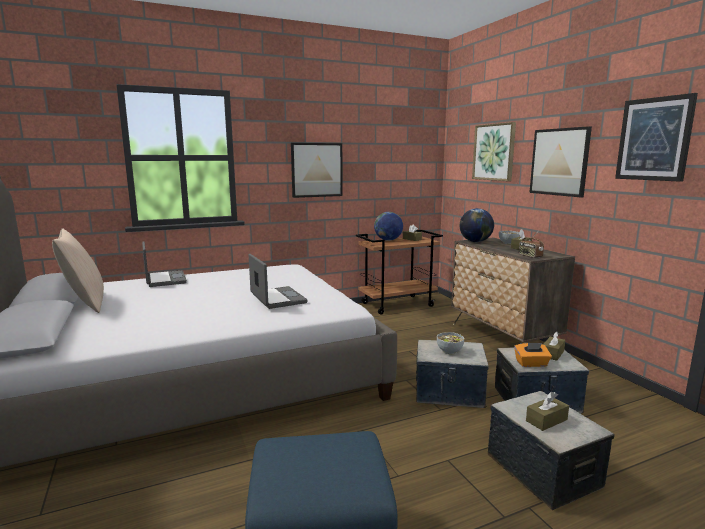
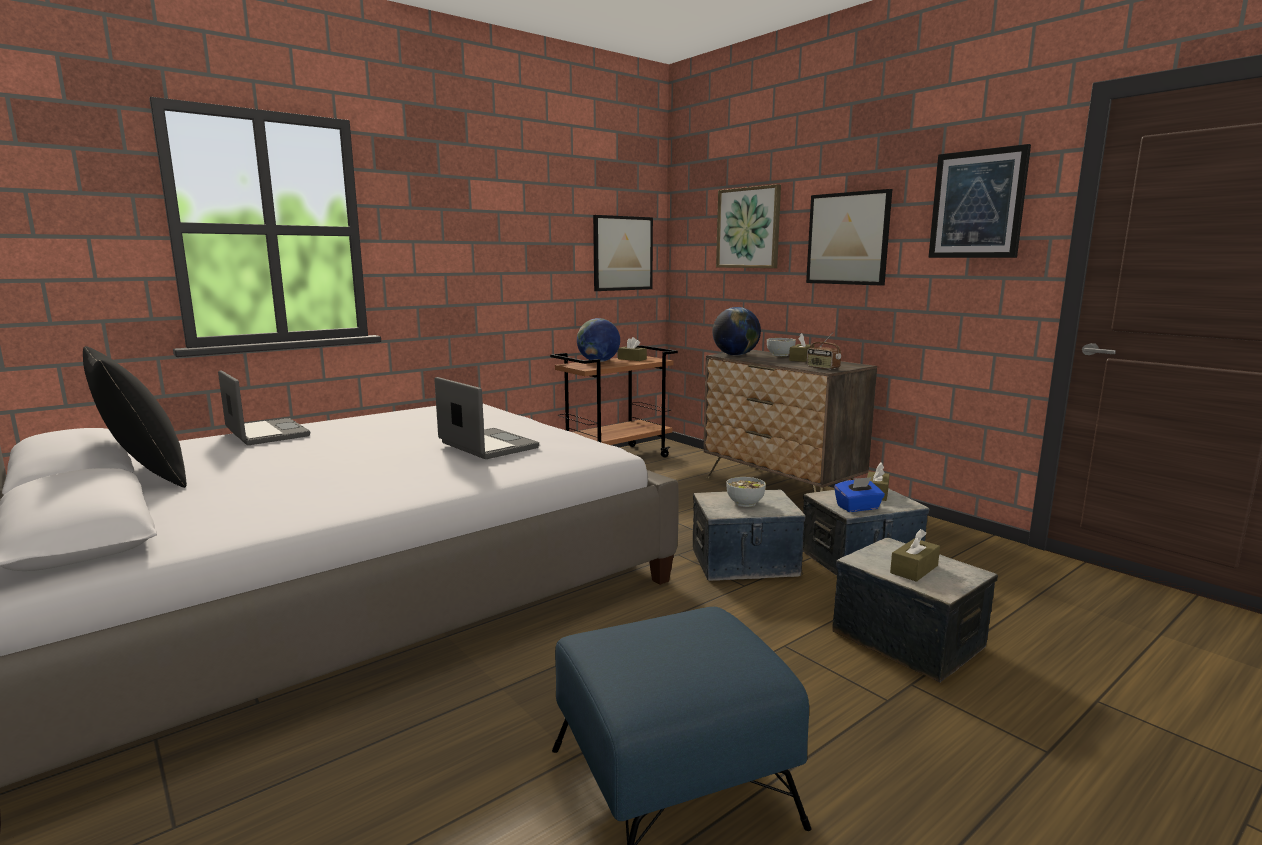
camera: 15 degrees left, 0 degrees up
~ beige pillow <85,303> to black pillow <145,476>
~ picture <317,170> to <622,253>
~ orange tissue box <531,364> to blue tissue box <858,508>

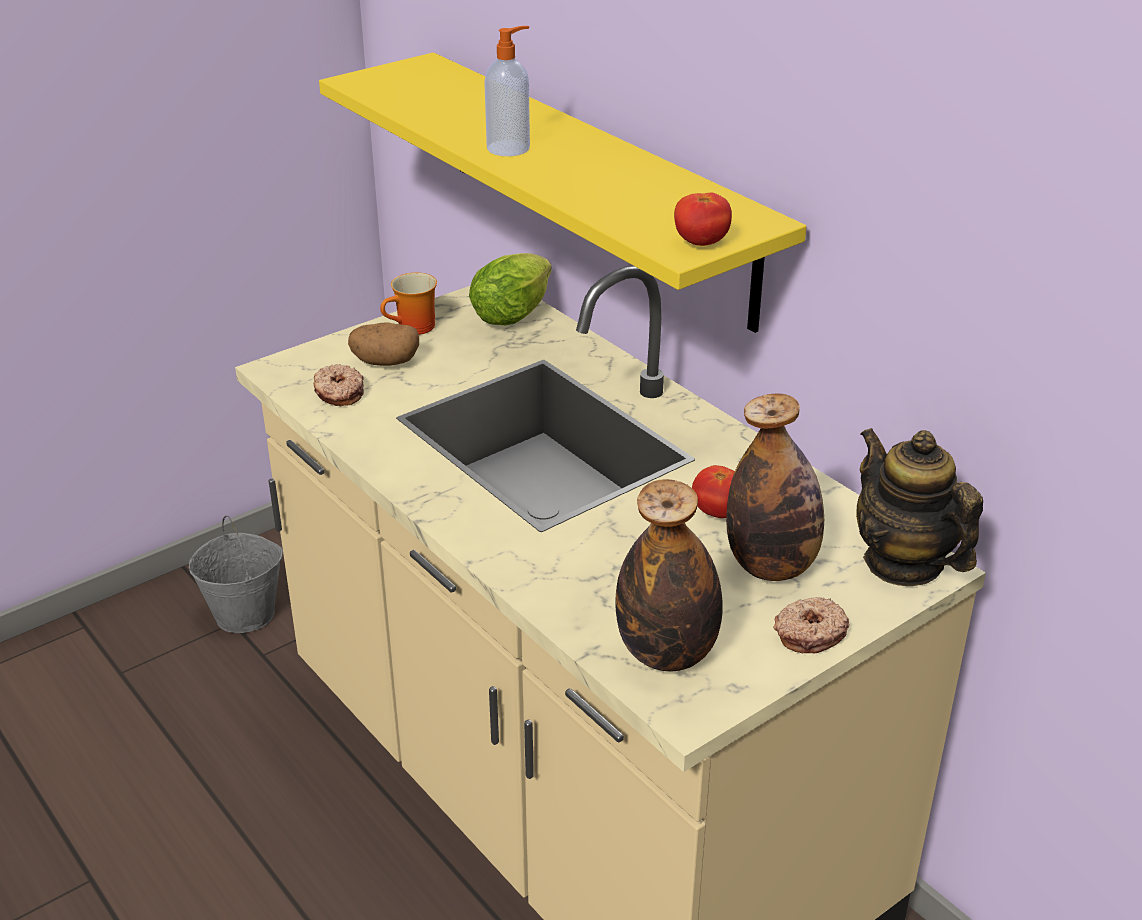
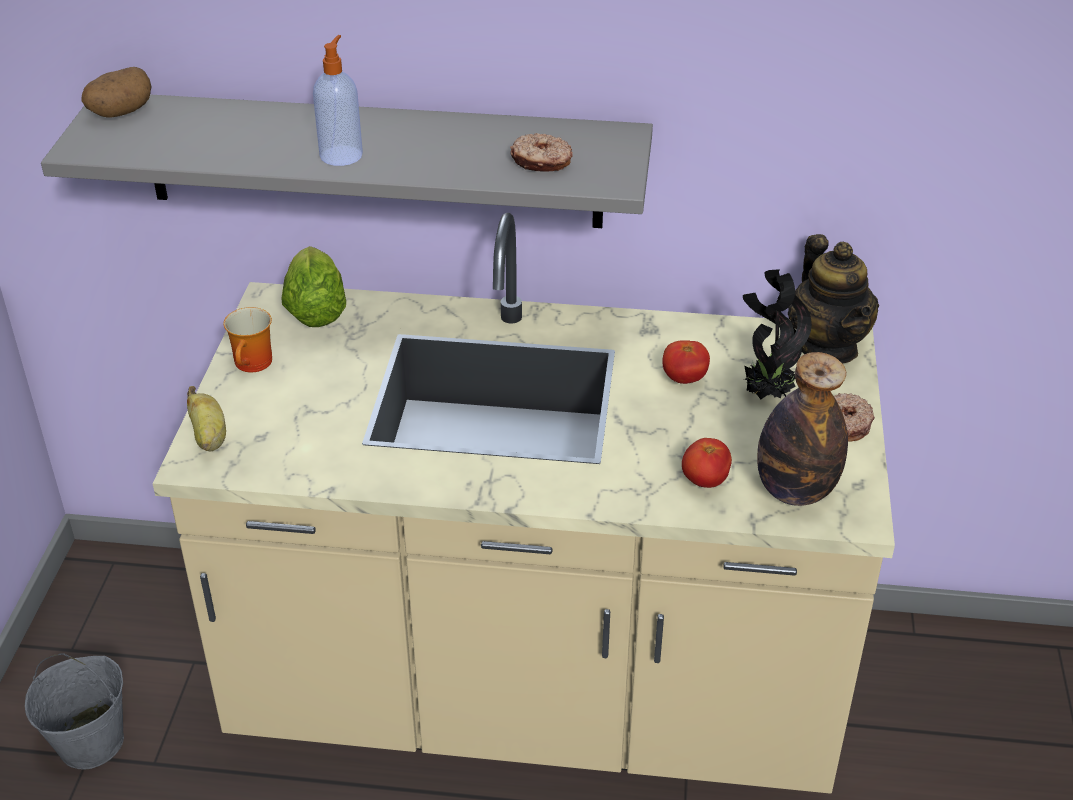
camera: 45 degrees left, 5 degrees up
~ donut <338,393> to <541,162>
~ yellow shelf <594,185> to grey shelf <373,160>
~ potato <385,362> to <120,113>
~ tomato <701,243> to <704,481>
~ bottle <771,566> to potted plant <765,395>
~ teapot <903,563> = <827,346> 120 degrees counterclockwise
+ banana <209,437>

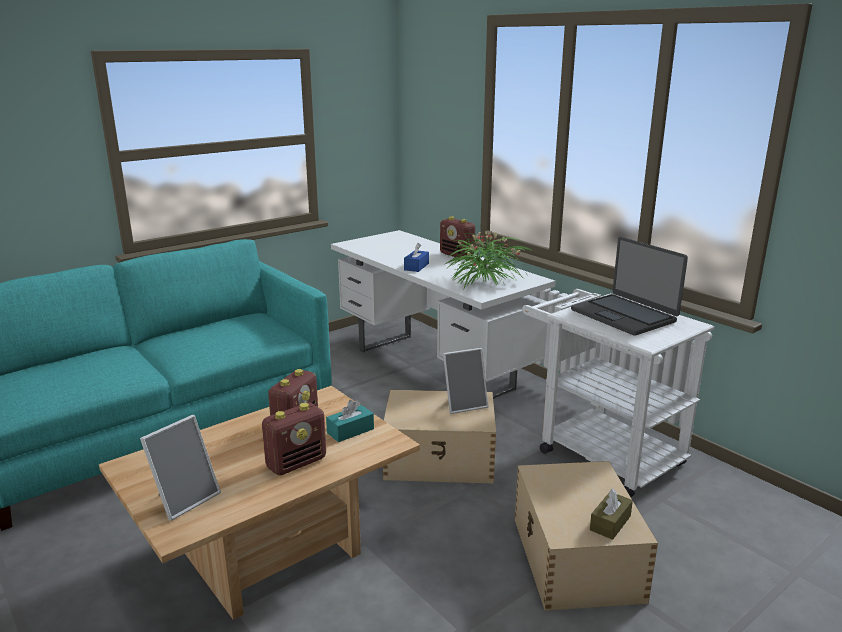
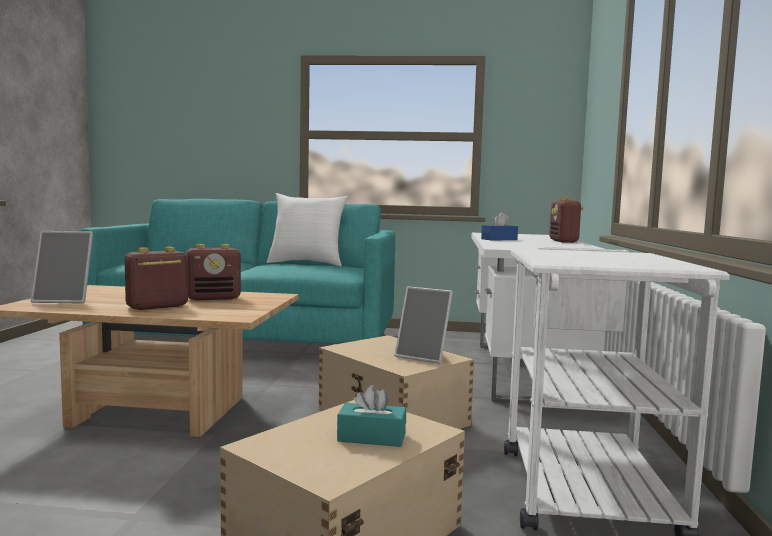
camera: 45 degrees right, 15 degrees down
~ radio <297,463> = <156,307> 135 degrees clockwise
~ turquoise tissue box <350,431> to <371,437>
- potted plant <484,281>
- laptop <624,315>
- brown tissue box <610,523>
+ white pillow <307,263>

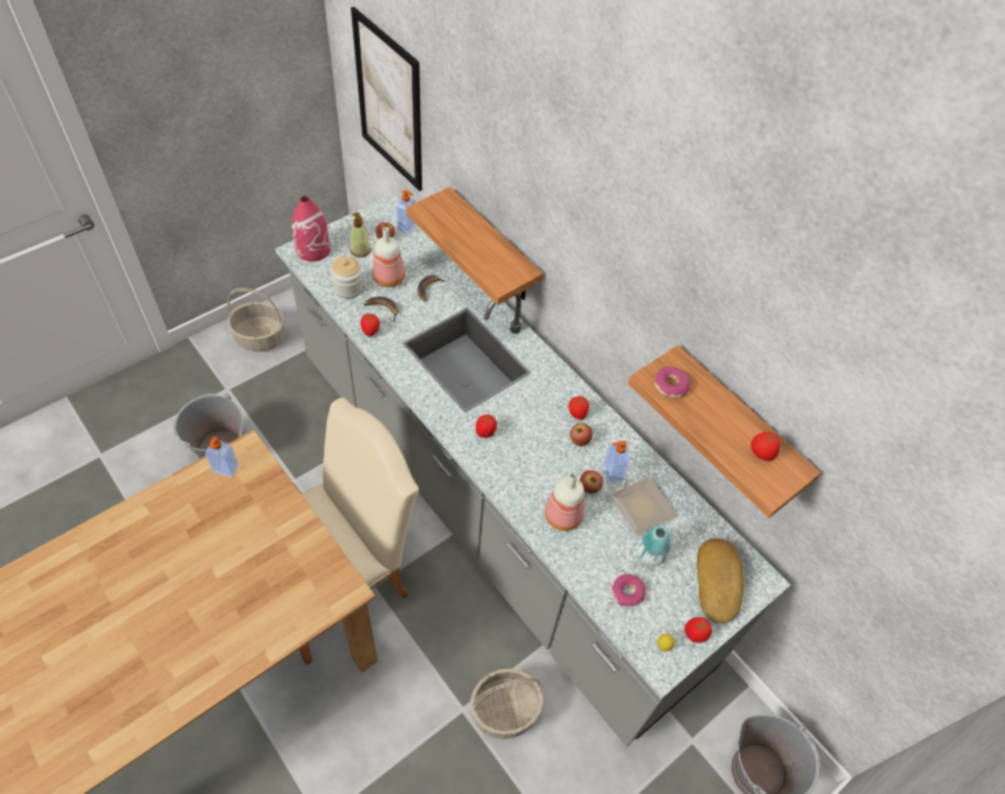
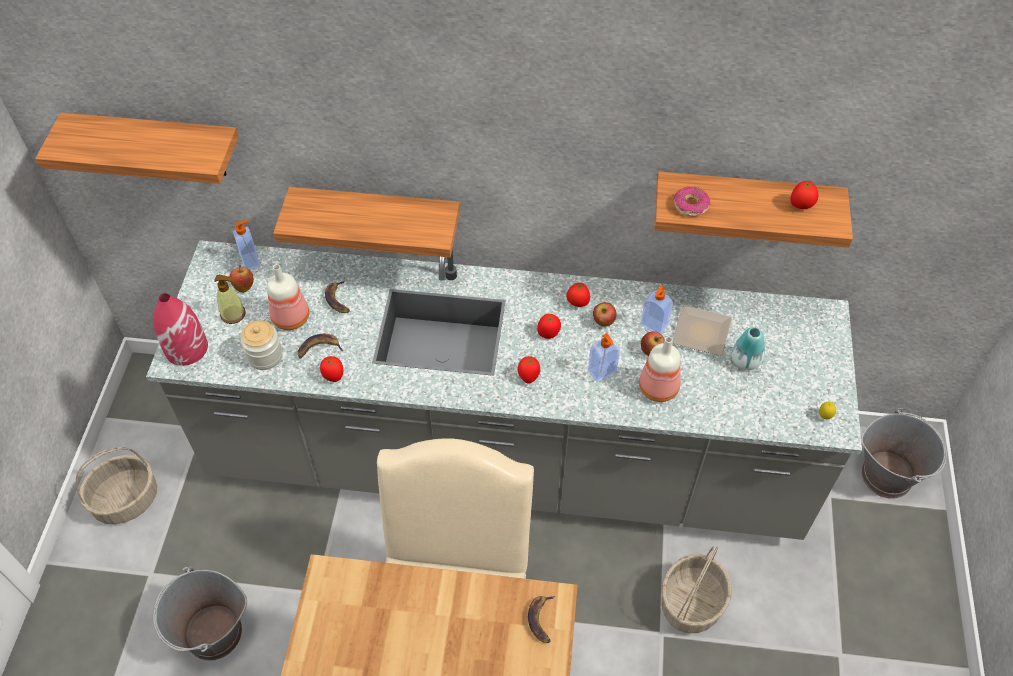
camera: 40 degrees left, 0 degrees up
~ soap dispenser <225,469> to <602,372>
~ picture <389,102> to shelf <157,144>
- donut <627,593>
~ tomato <694,635> to <548,334>
- bread <719,582>
+ banana <541,619>

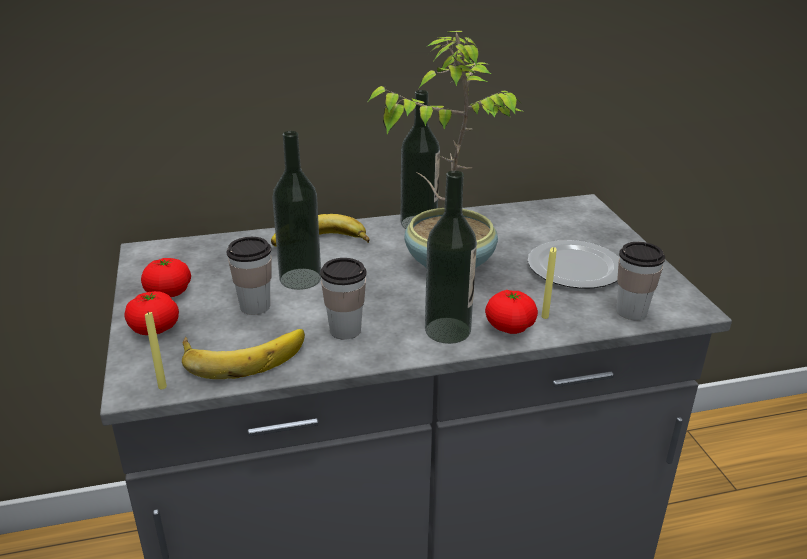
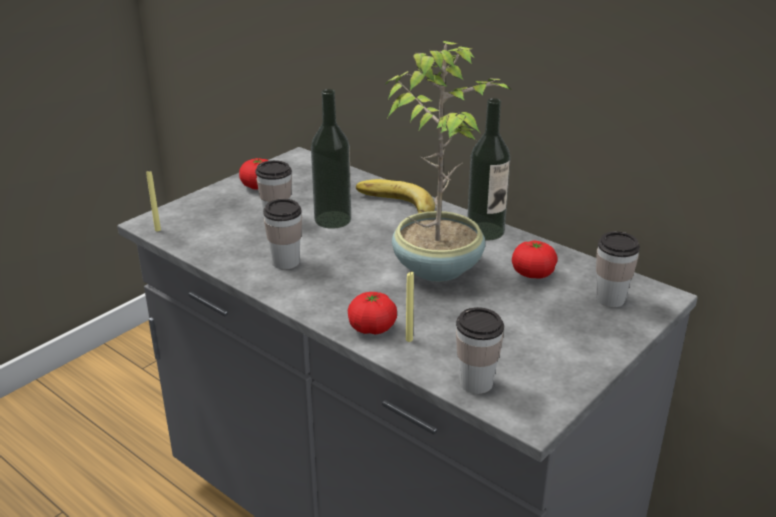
camera: 55 degrees right, 0 degrees up
~ tomato <154,328> to <533,273>
- banana <243,354>
- bottle <448,330>
- plate <573,268>
+ cup <610,299>

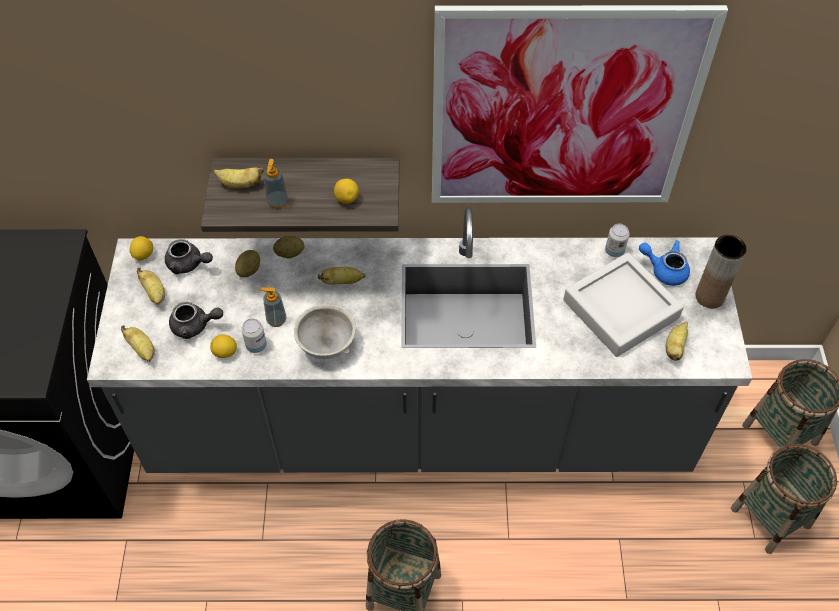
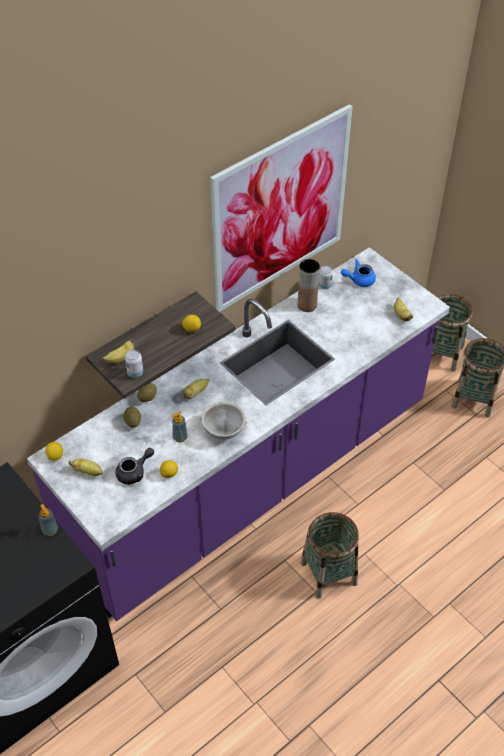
camera: 40 degrees left, 5 degrees down
~ grey counter <419,428> to purple counter <251,482>
- banana <142,350>
- grey teapot <188,264>
~ can <256,345> to <135,373>
~ soap dispenser <277,201> to <50,530>
- grey tray <620,309>
~ brown vase <709,297> to <307,305>

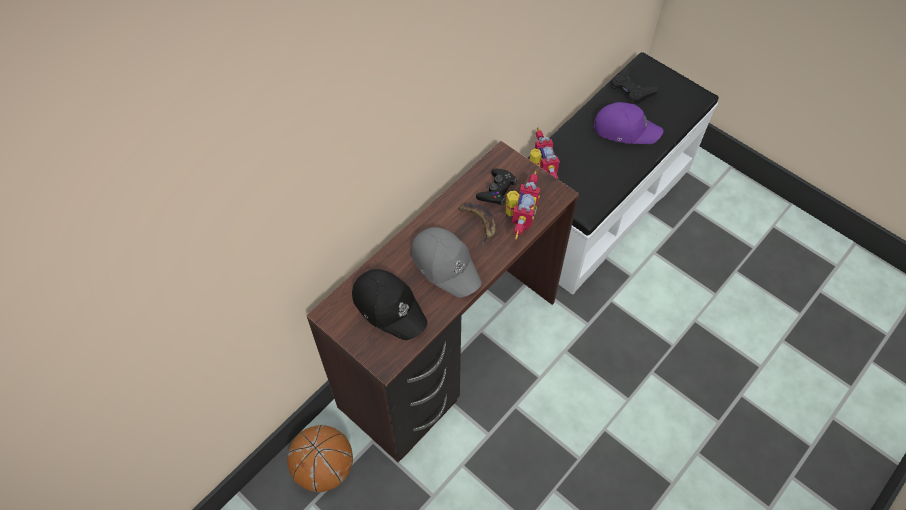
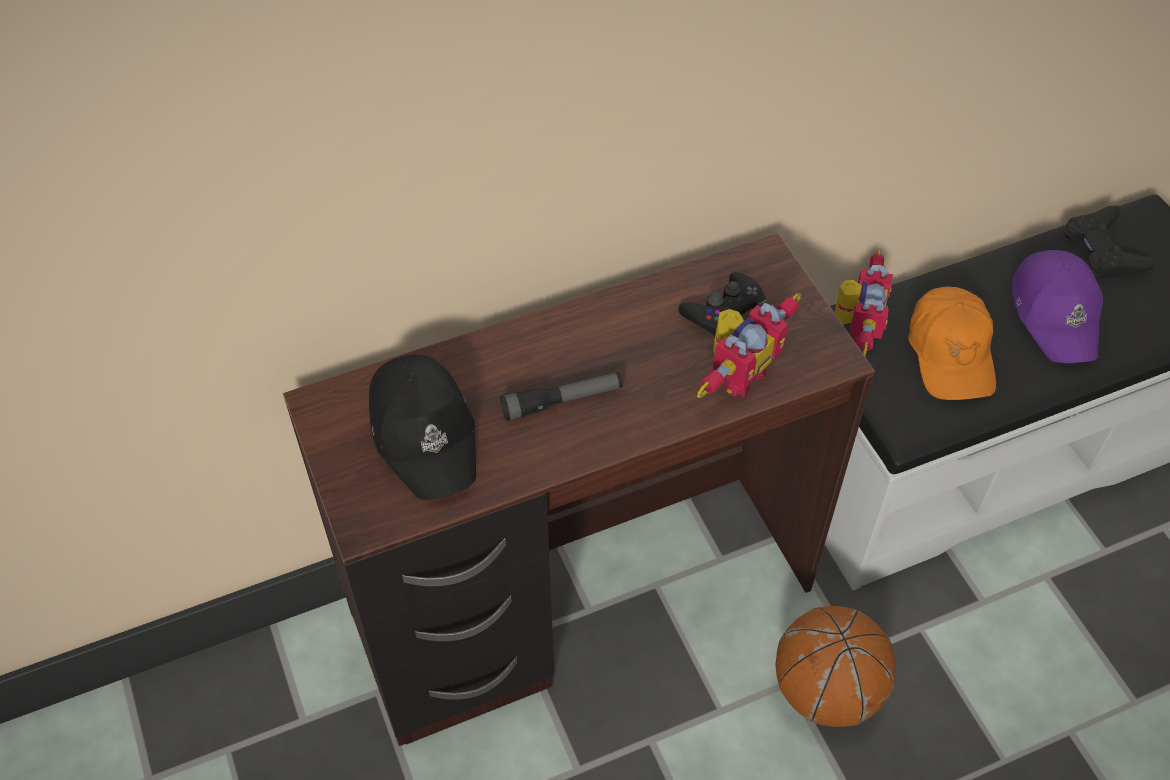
camera: 25 degrees right, 5 degrees down
~ basketball <324,468> to <826,690>
~ grey cap <445,264> to flashlight <562,401>
- banana <477,222>
~ purple cap <625,129> = <1056,314> 45 degrees clockwise
+ orange cap <950,353>

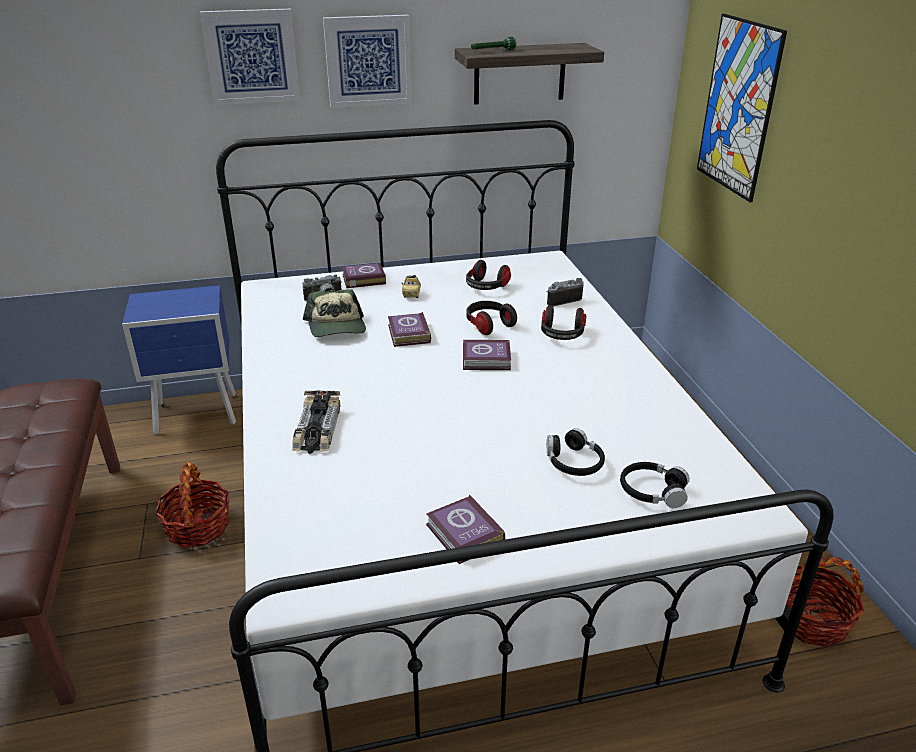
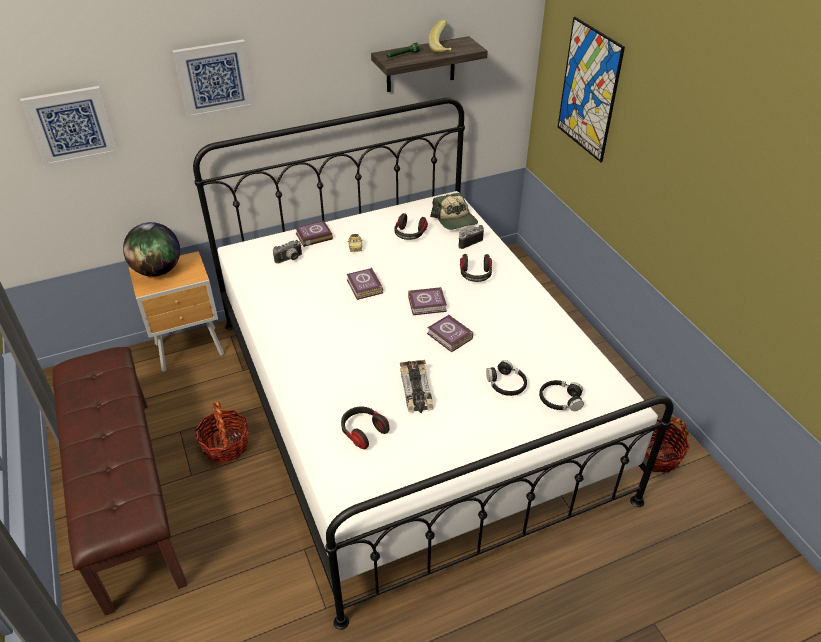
camera: 10 degrees left, 10 degrees up
~ blue nightstand <198,414> to brown nightstand <191,350>
~ toy car <317,429> to <416,391>
~ cap <336,327> to <455,220>
~ picture <368,61> to <71,126>
~ book <464,536> to <450,337>
~ headphones <488,325> to <363,432>
+ globe <158,270>
+ banana <443,48>

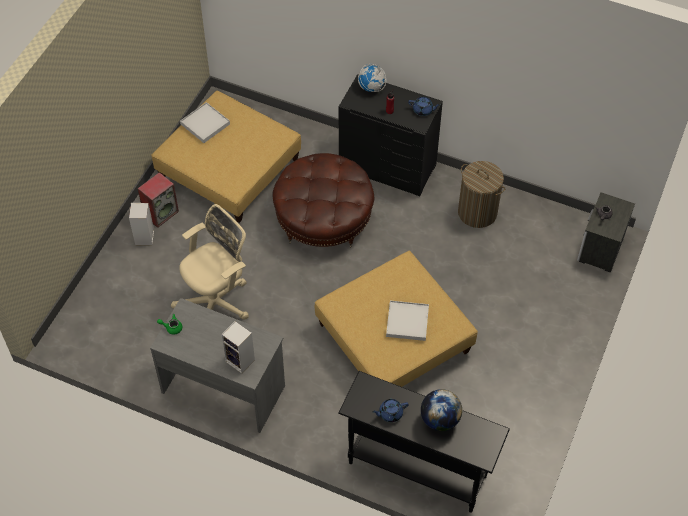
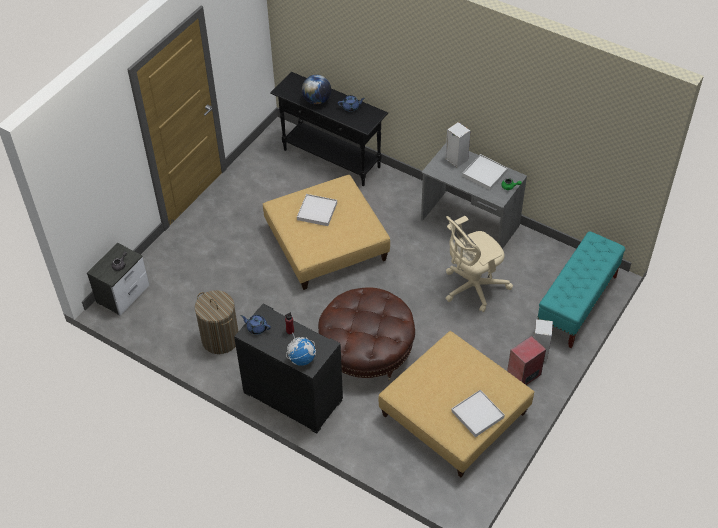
camera: 170 degrees left, 5 degrees down
+ white tray <485,173>
+ turquoise bench <576,304>

